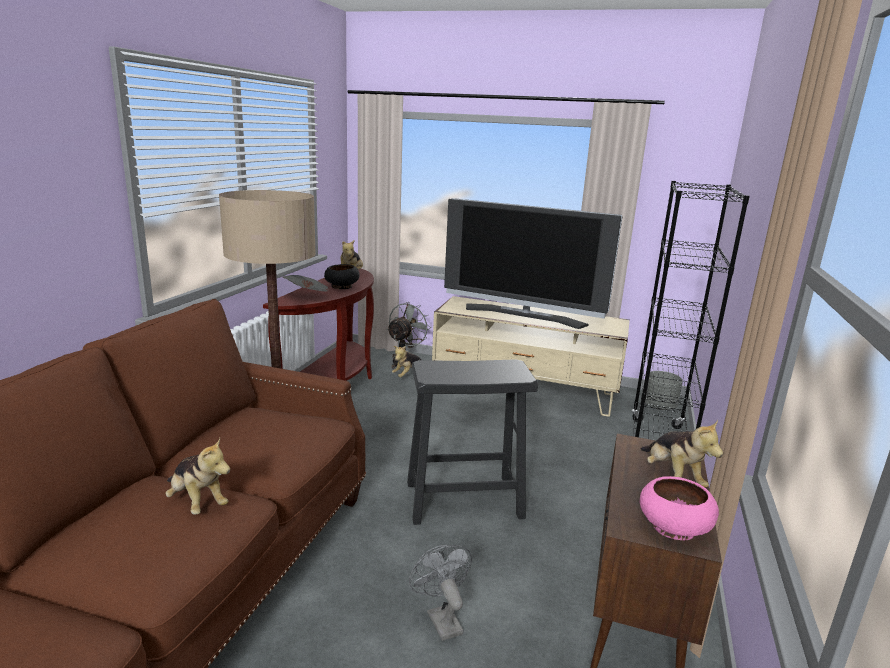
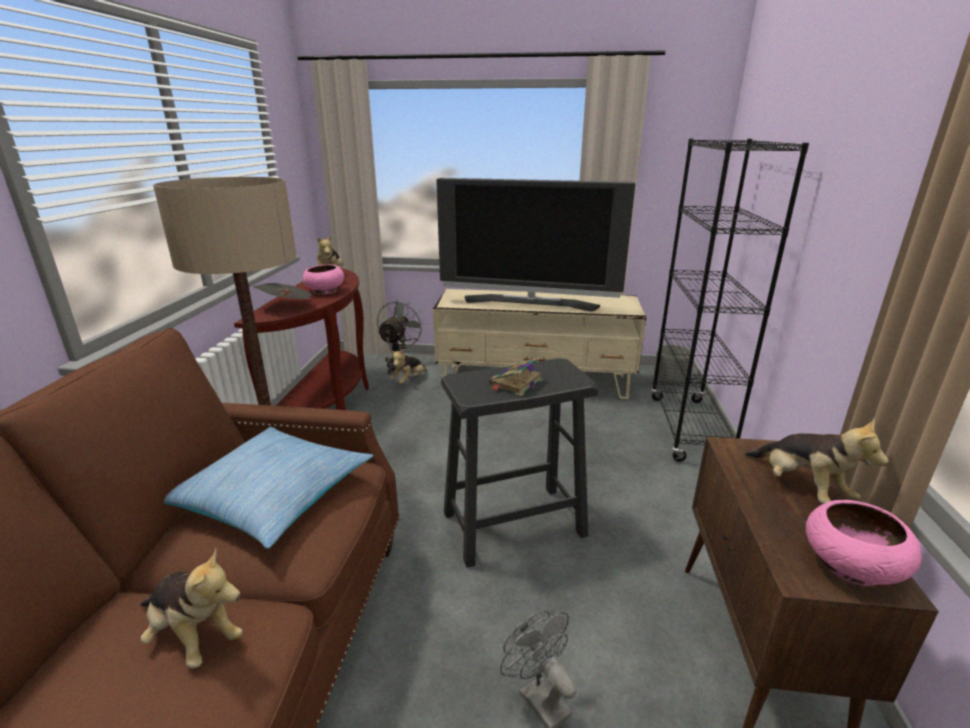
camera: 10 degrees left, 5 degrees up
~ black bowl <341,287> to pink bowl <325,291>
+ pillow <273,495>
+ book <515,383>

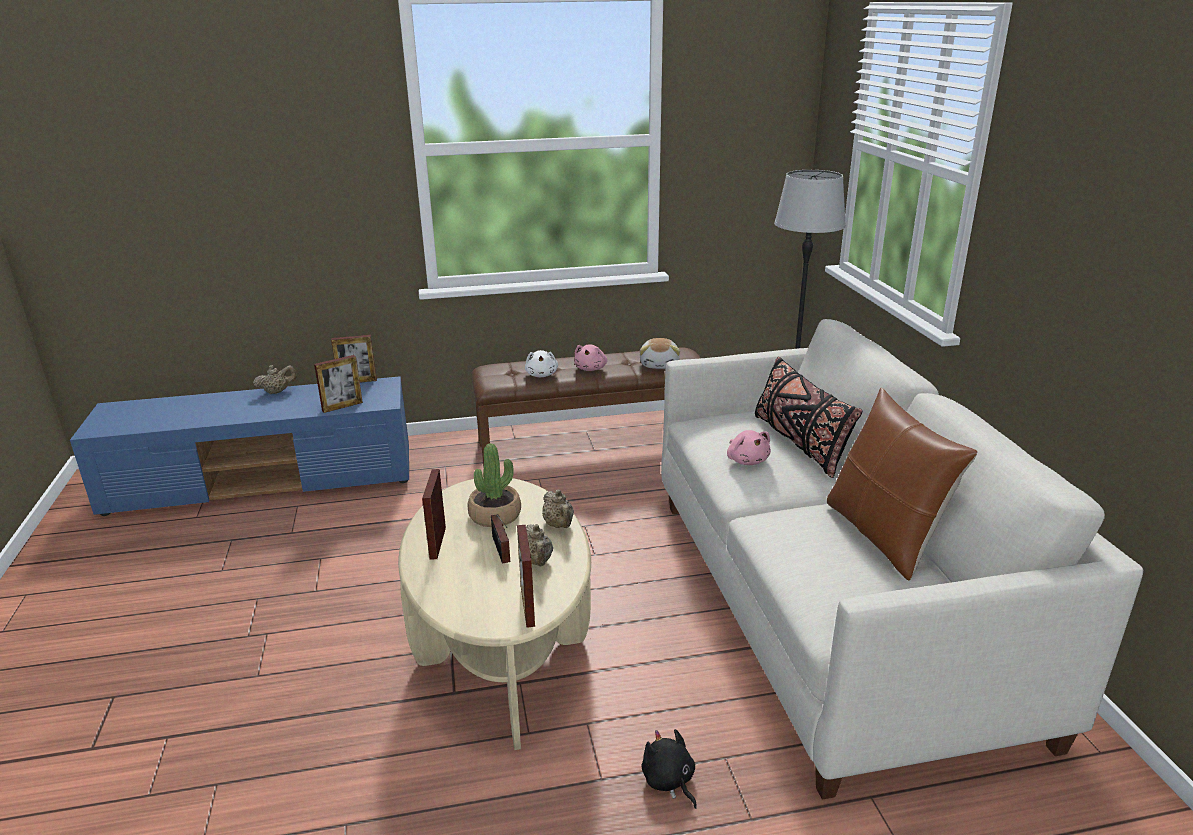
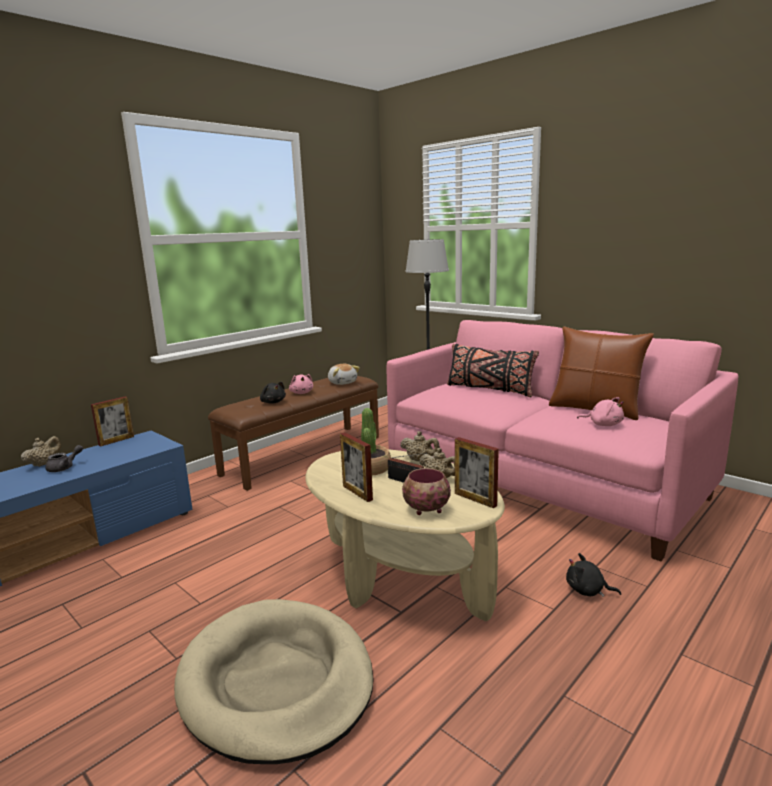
camera: 35 degrees left, 10 degrees down
- picture frame <342,406>
~ white plush toy <542,375> to black plush toy <273,402>
~ white sofa <828,606> to pink sofa <541,482>
~ pink plush toy <747,460> to <603,424>
+ grey teapot <64,467>
+ beige dog bed <276,682>
+ bowl <426,509>

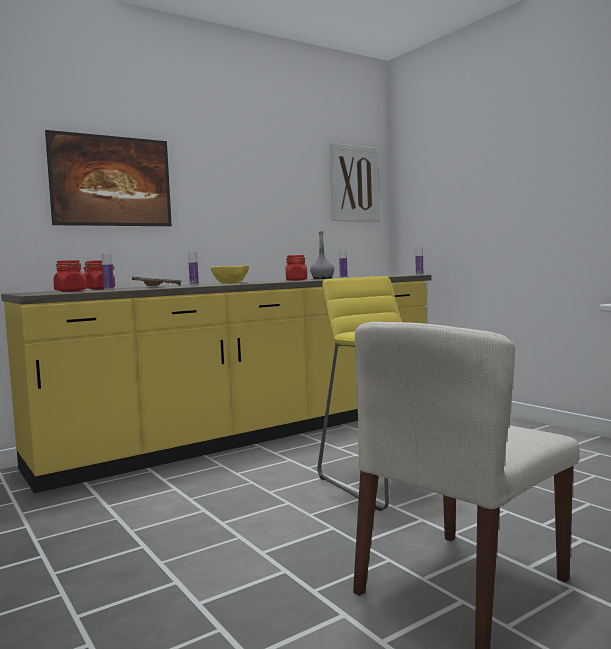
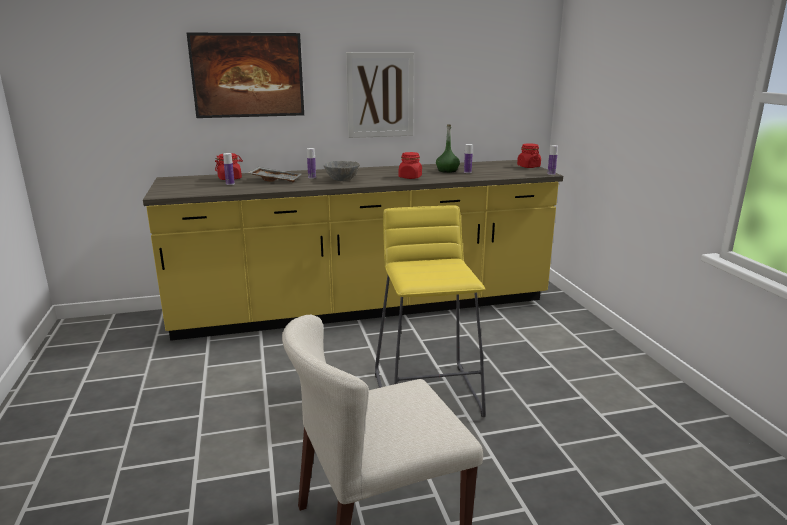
camera: 20 degrees right, 15 degrees up
~ red jar <70,291> to <528,166>
~ yellow bowl <230,283> to grey bowl <342,180>
~ grey bottle <322,278> to green bottle <447,171>
~ picture <355,184> to <380,95>

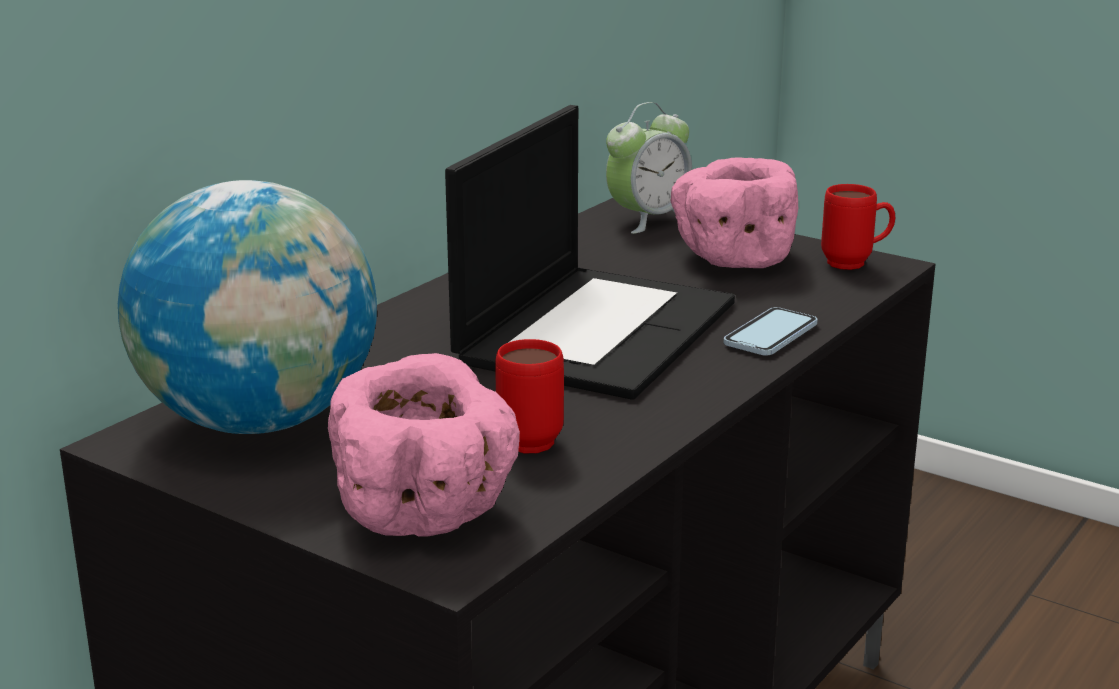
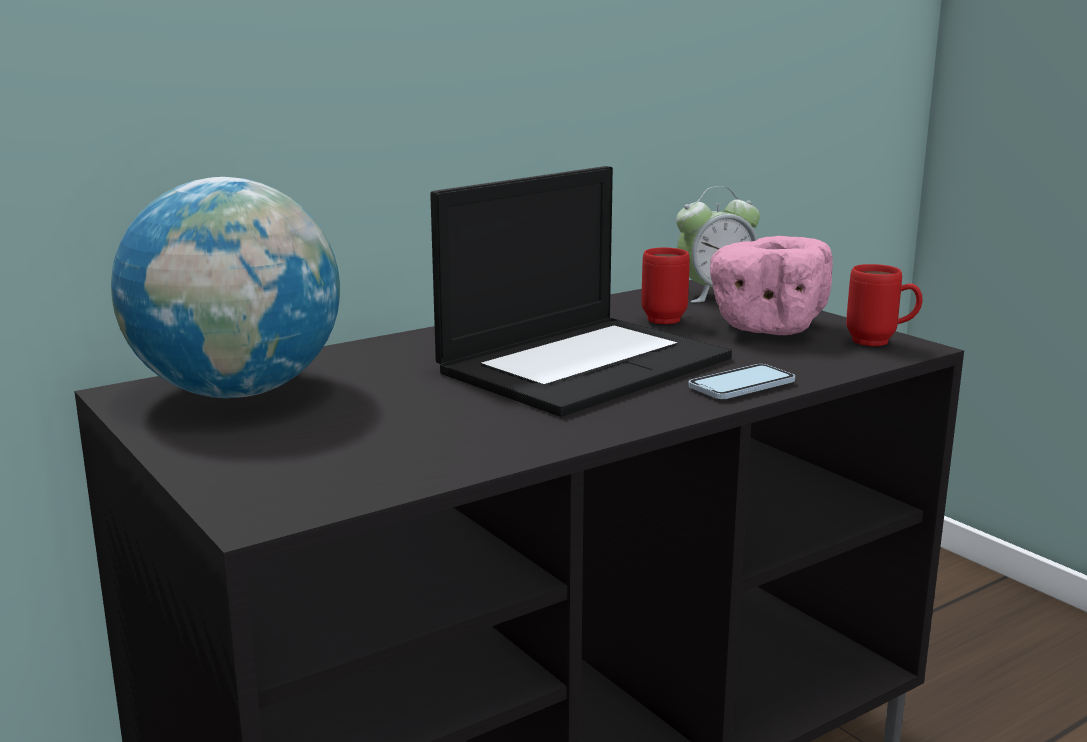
camera: 20 degrees right, 5 degrees down
- pink bowl <426,510>
~ red mug <532,437> to <667,318>

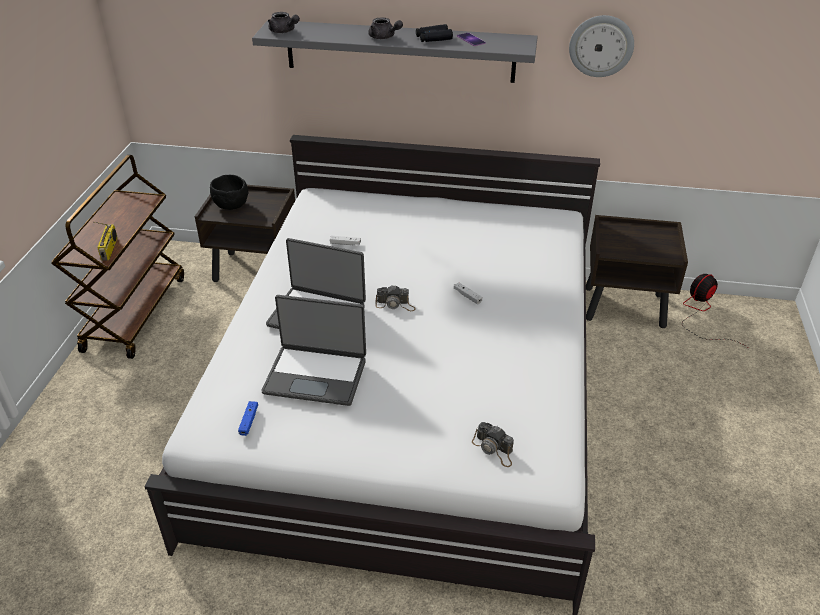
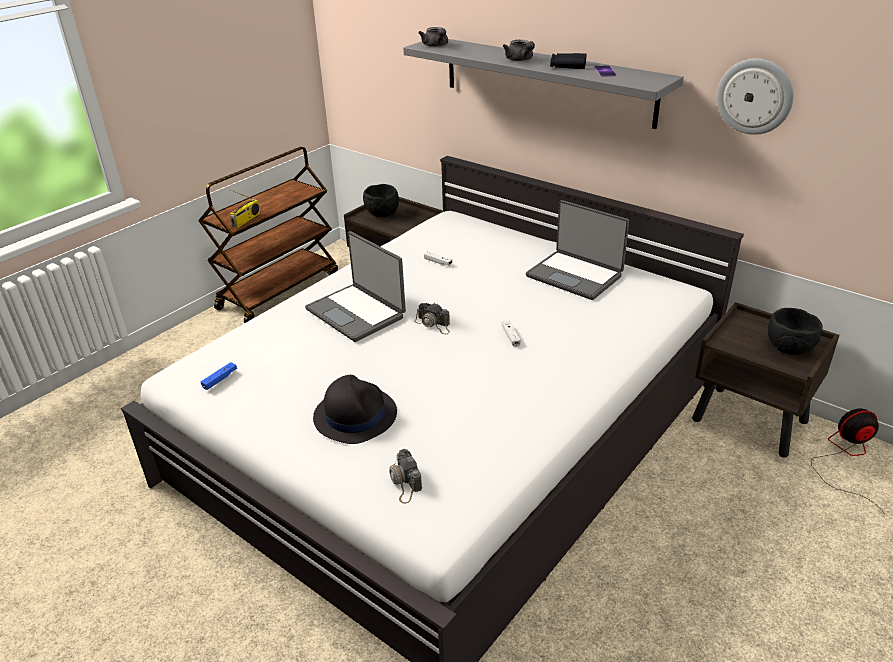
camera: 30 degrees right, 5 degrees down
~ laptop <316,375> to <575,275>
+ black hat <355,415>
+ black bowl <788,349>

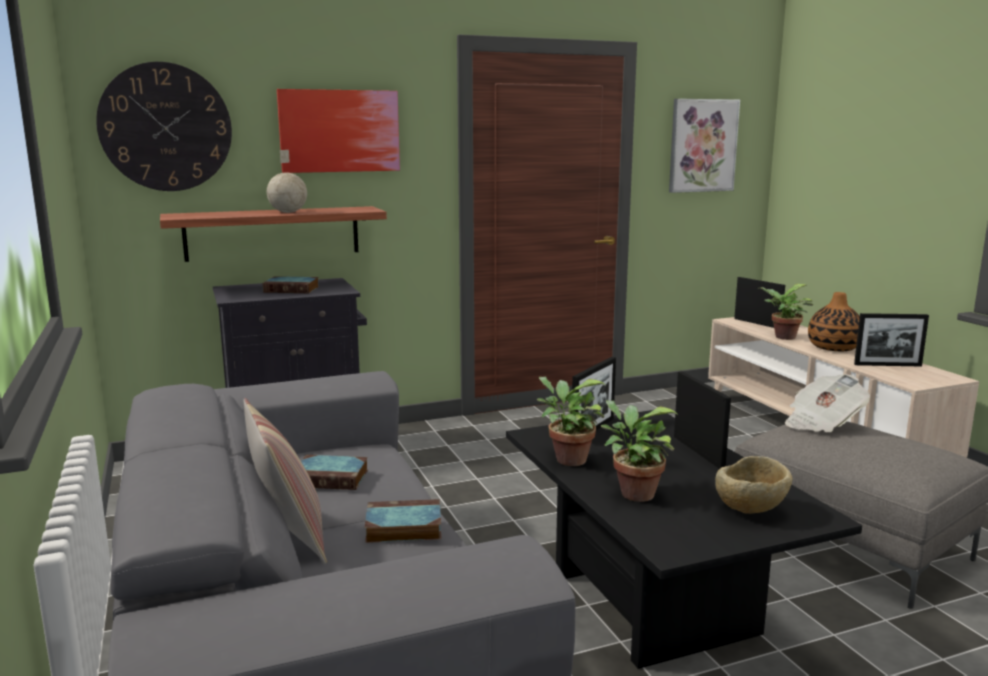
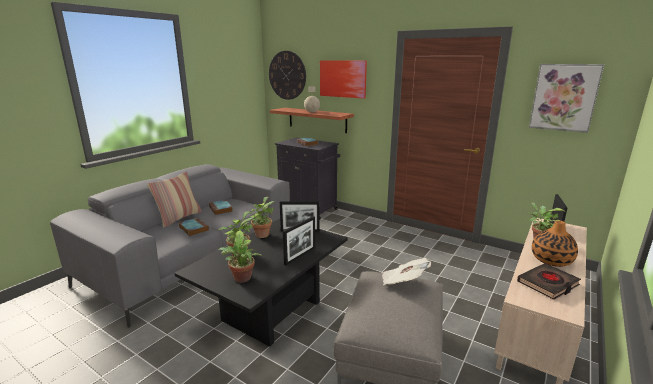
camera: 55 degrees right, 5 degrees up
~ beige bowl <750,511> to potted plant <242,279>
~ picture frame <887,365> to black book <548,284>

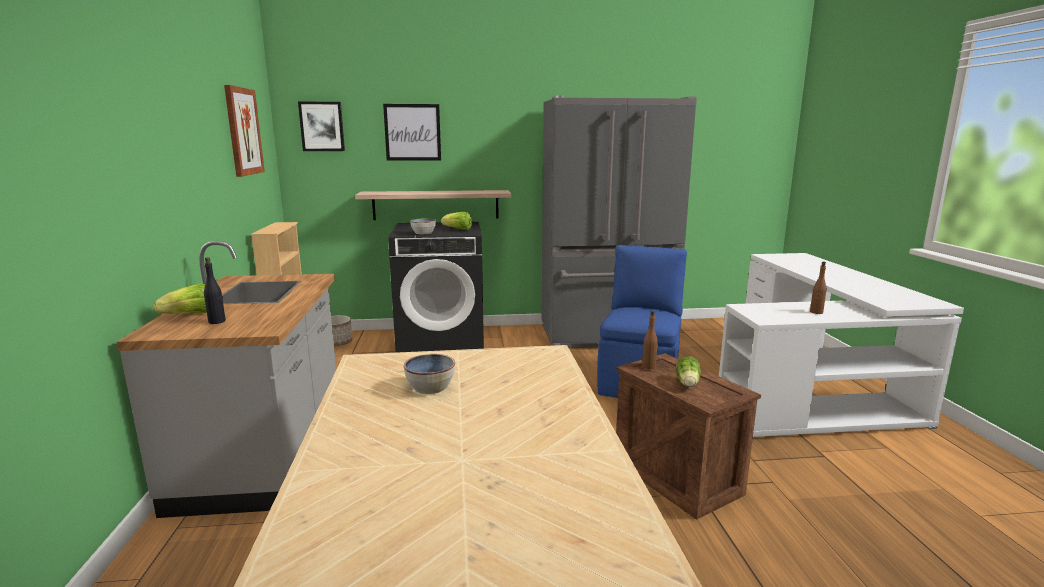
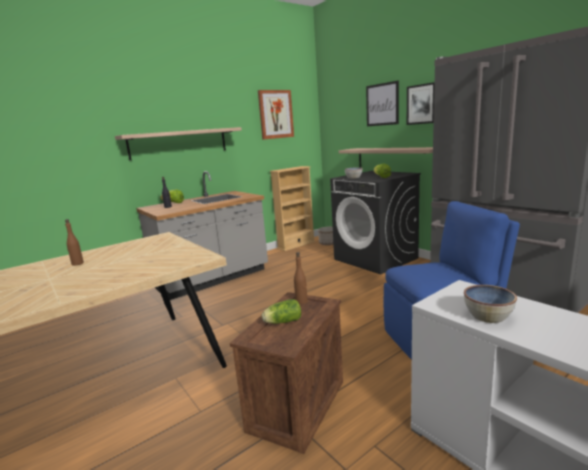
camera: 60 degrees right, 0 degrees up
~ picture <322,126> to <421,104>
~ bowl <430,387> to <488,316>
~ brown bottle <816,312> to <77,263>
+ shelf <179,143>

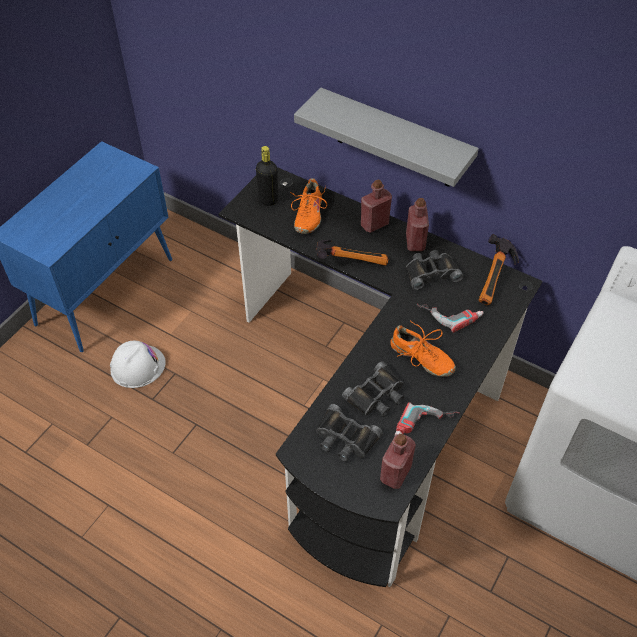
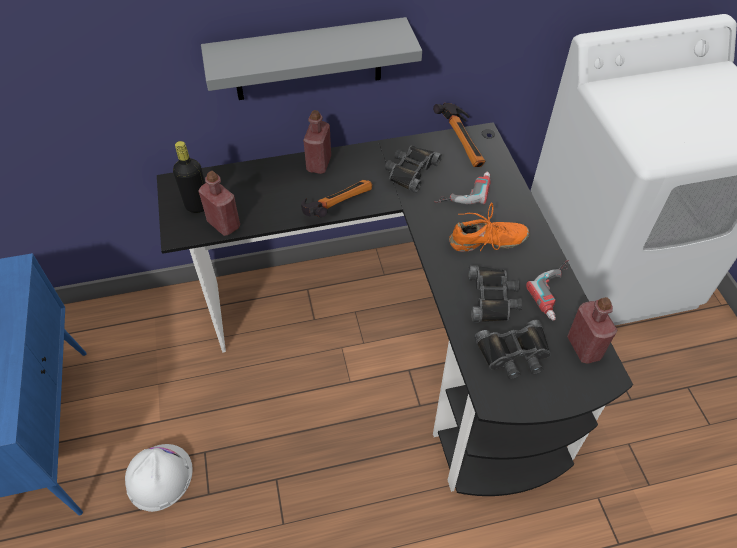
camera: 45 degrees left, 0 degrees up
- orange shoe <308,215>
~ red bottle <415,242> to <224,224>

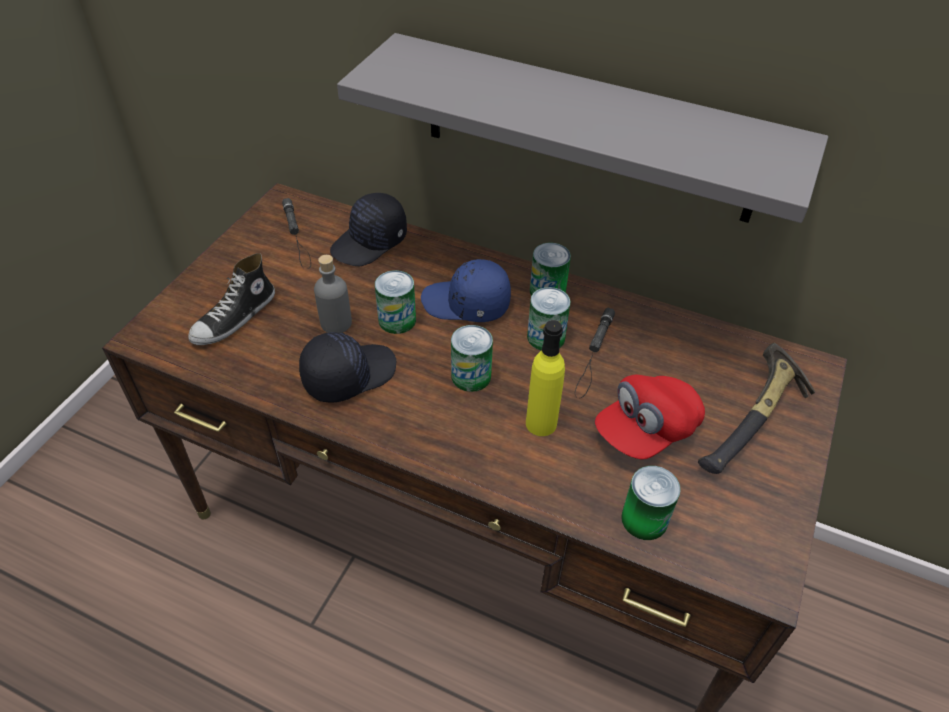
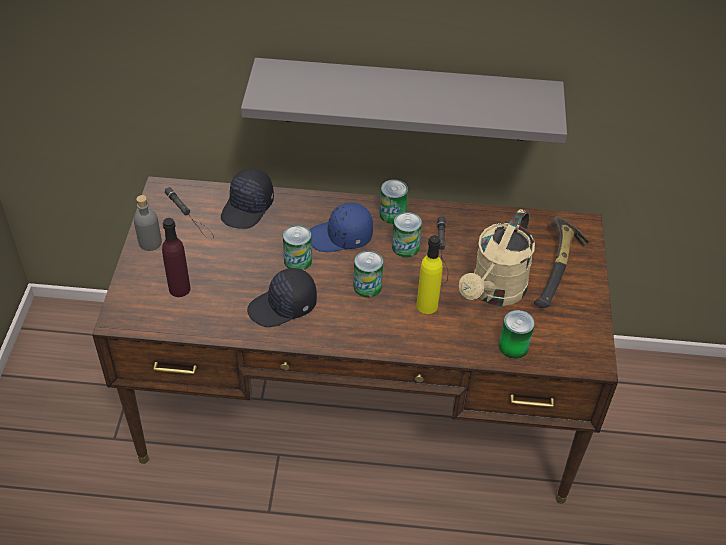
camera: 20 degrees left, 0 degrees up
~ shoe <235,318> to purple bottle <179,289>
~ black cap <348,374> = <283,307> 150 degrees counterclockwise
~ grey bottle <336,323> to <150,242>
~ red cap <646,430> to beige watering can <494,292>

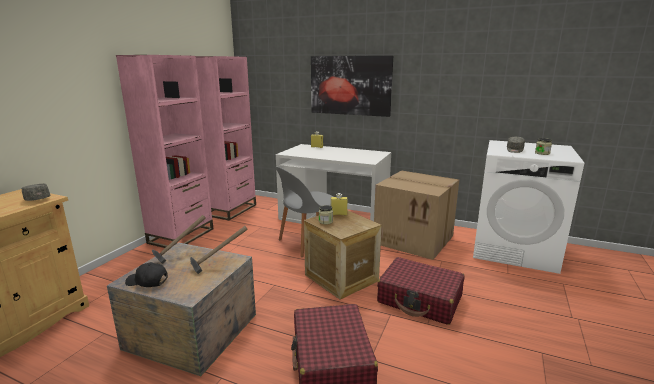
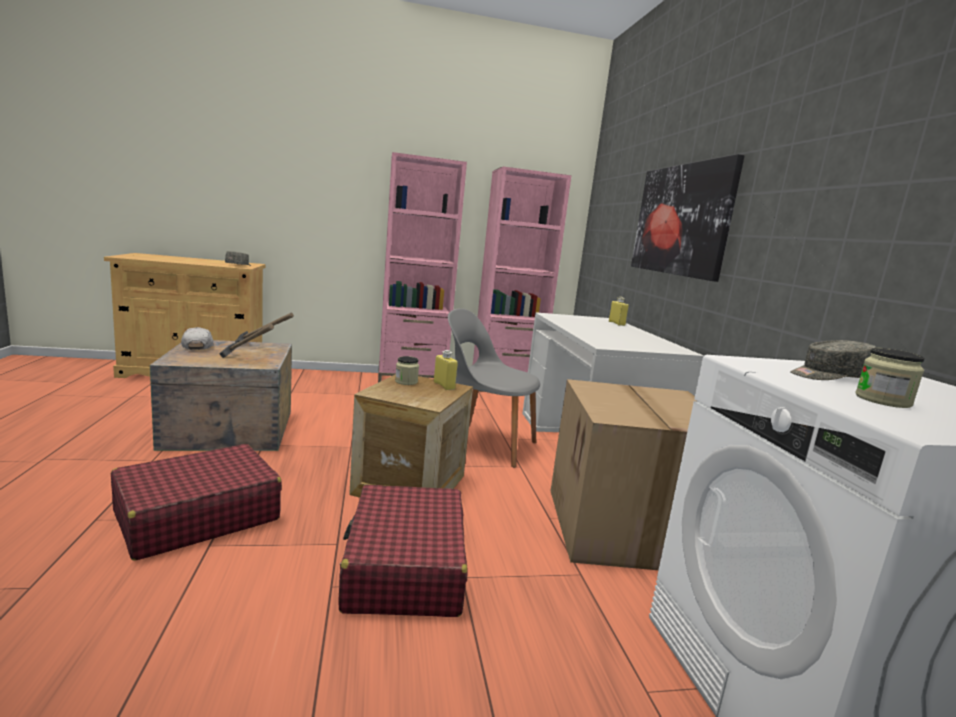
camera: 55 degrees right, 5 degrees down
~ black cap <147,281> to white cap <198,346>

